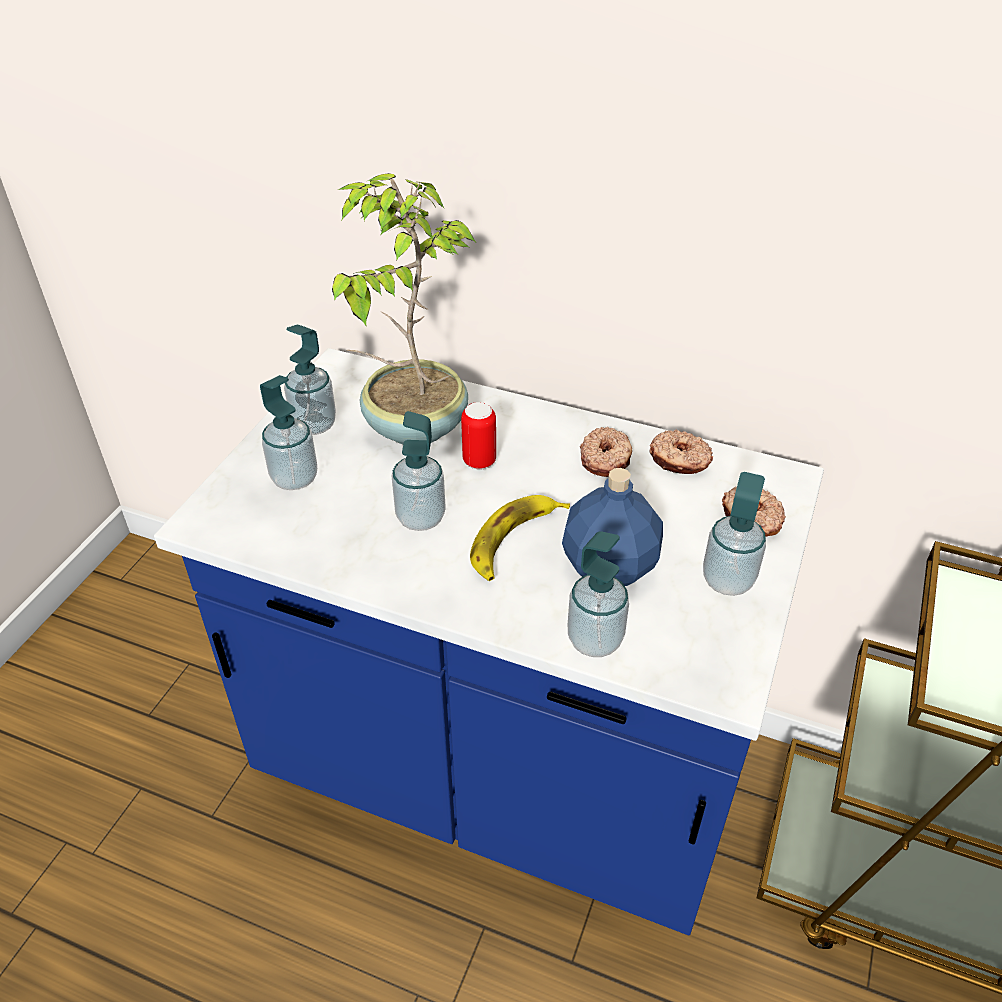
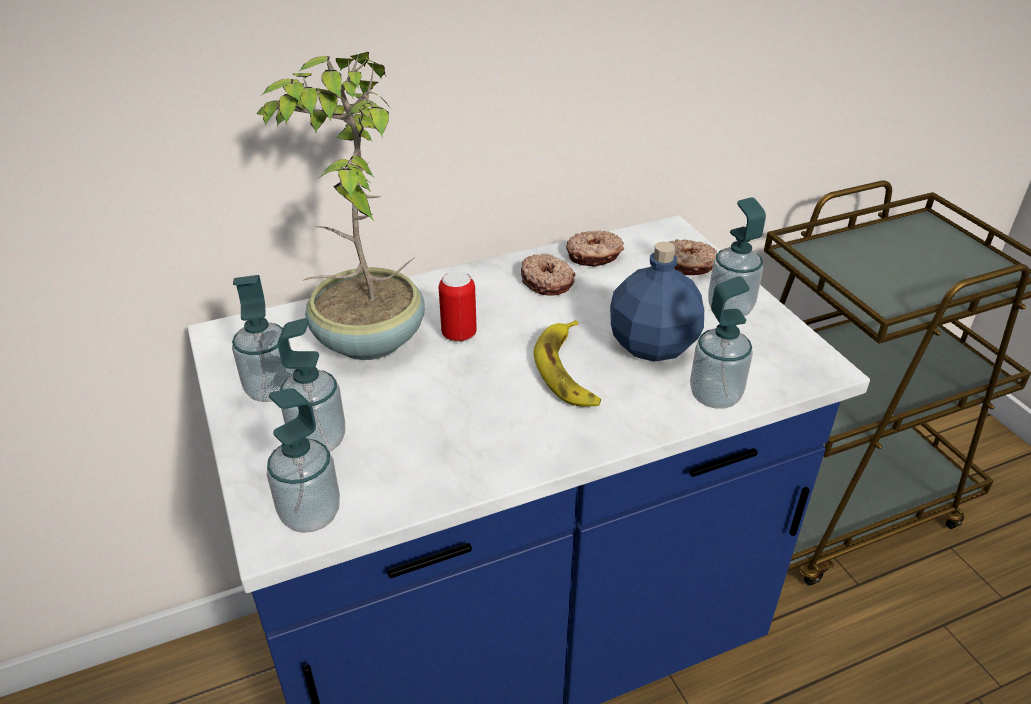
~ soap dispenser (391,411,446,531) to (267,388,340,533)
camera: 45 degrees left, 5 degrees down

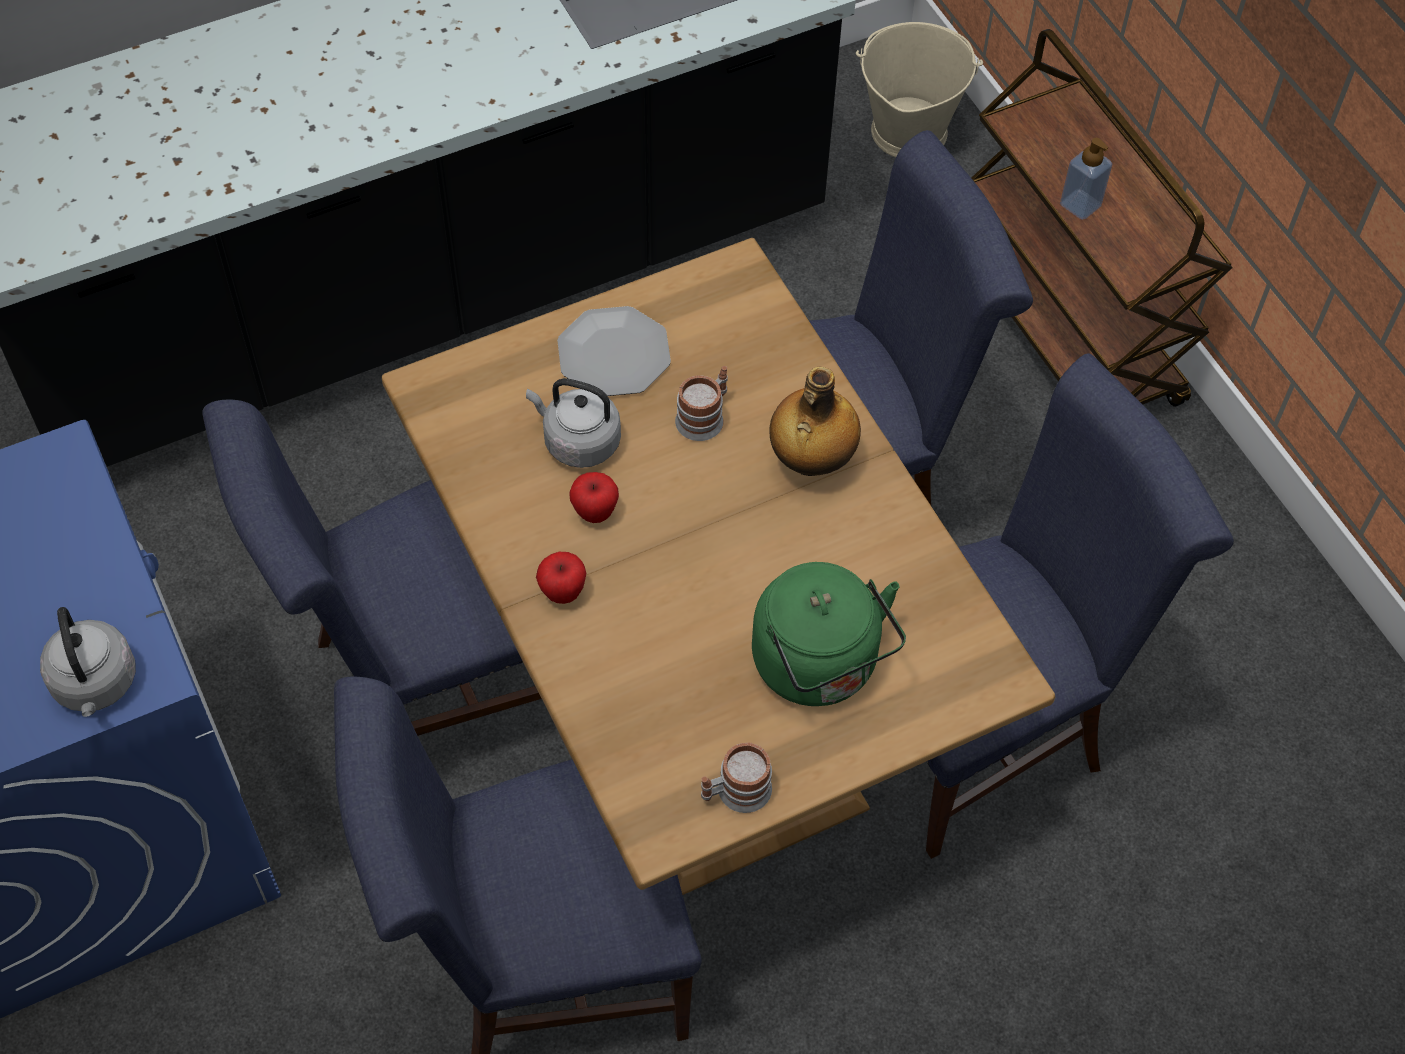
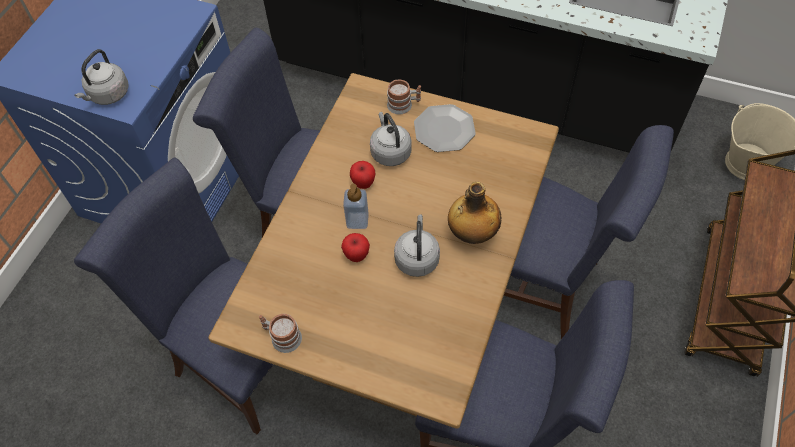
~ whole apple (536,552,587,604) to (341,233,370,262)
~ soap dispenser (1060,138,1112,220) to (343,184,369,229)
~ tea mug (675,366,728,441) to (387,80,421,114)
+ greyish tea kettle (394,215,440,277)
- greenish tea kettle (752,562,906,706)
camera: 50 degrees right, 0 degrees up

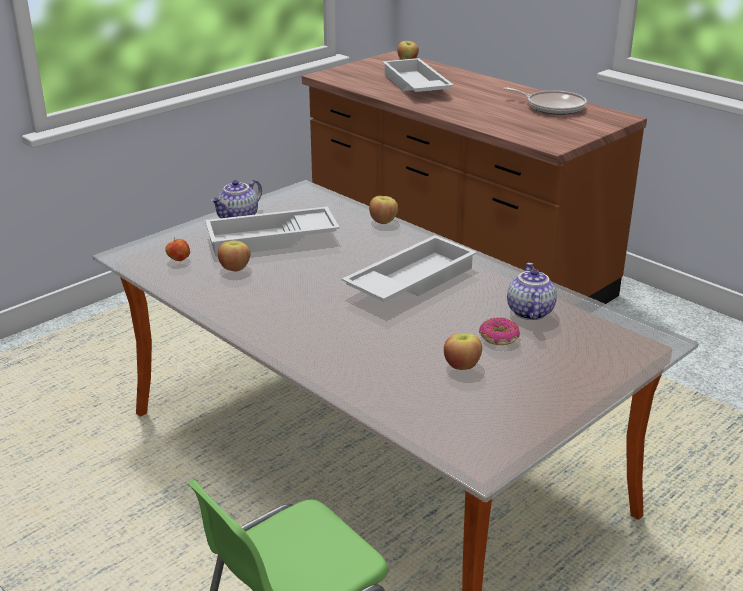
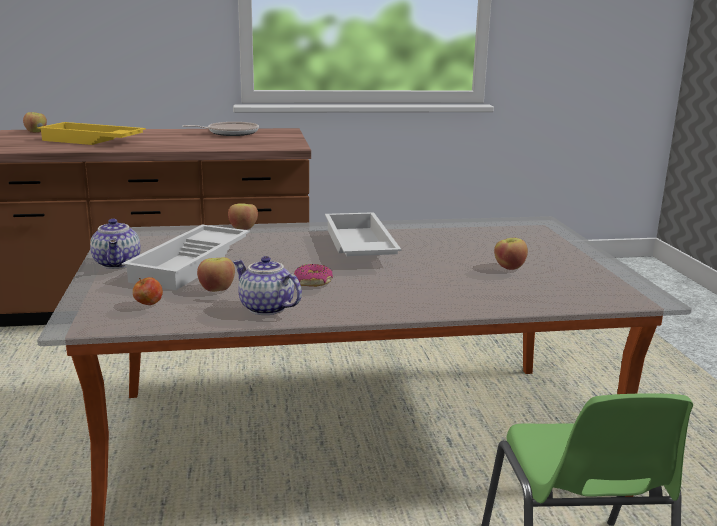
~ white-coloured tray (382,58,454,92) to yellow-coloured tray (37,122,146,145)
~ tea pot (507,263,557,320) to (233,256,302,315)
~ doughnut (479,318,520,345) to (294,264,333,287)
camera: 55 degrees left, 10 degrees down

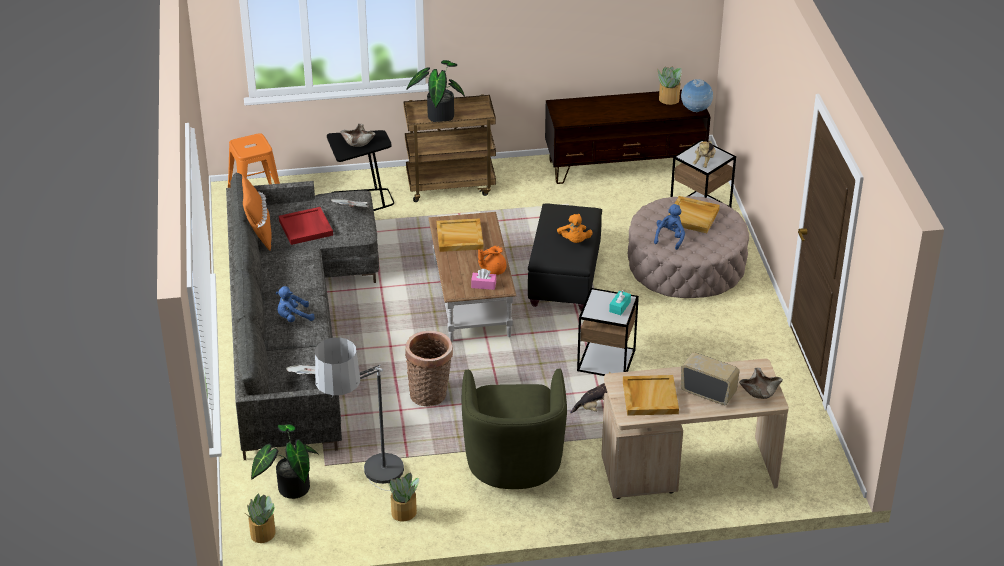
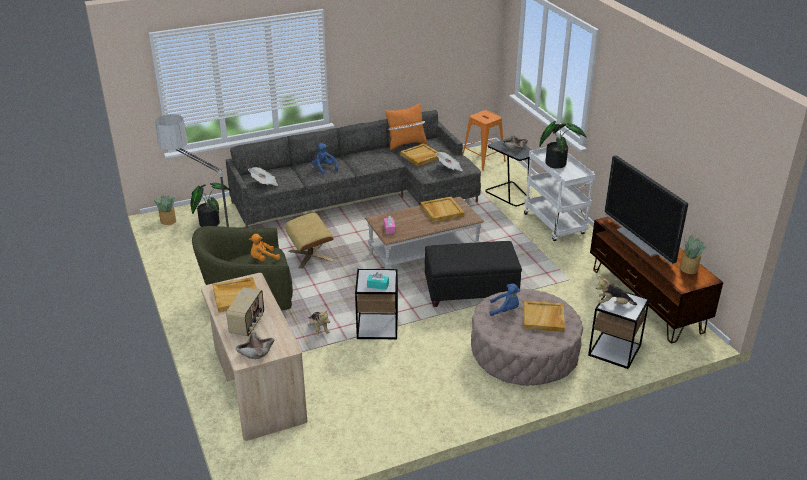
~ orange-coloured cuddly toy (557,214,593,243) to (249,234,280,261)
~ household basket (405,331,453,406) to beige ottoman (285,213,333,269)
~ reddish tray (279,207,333,245) to beige tray (400,143,439,167)
~ brownish cart (403,94,496,202) to white-coloured cart (524,147,596,241)
+ television (605,155,688,264)
- houseplant (389,473,420,522)
- orange-coloured tea pot (478,246,506,275)
- desk globe (681,79,713,112)
camera: 75 degrees right, 5 degrees down

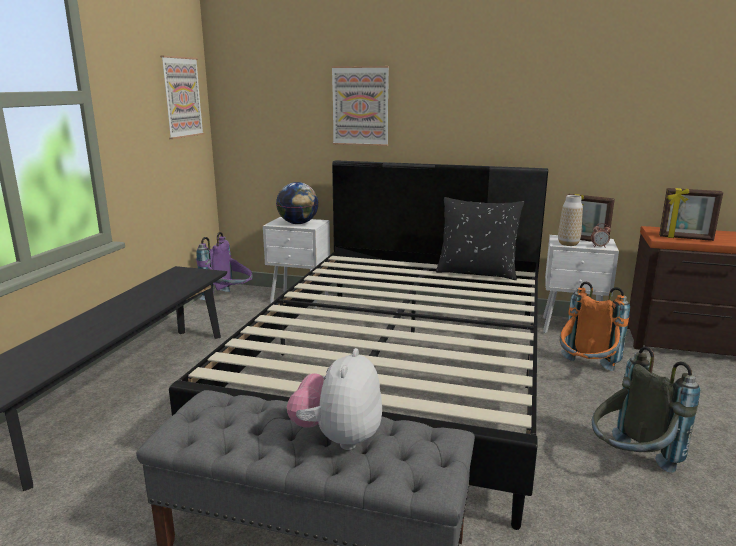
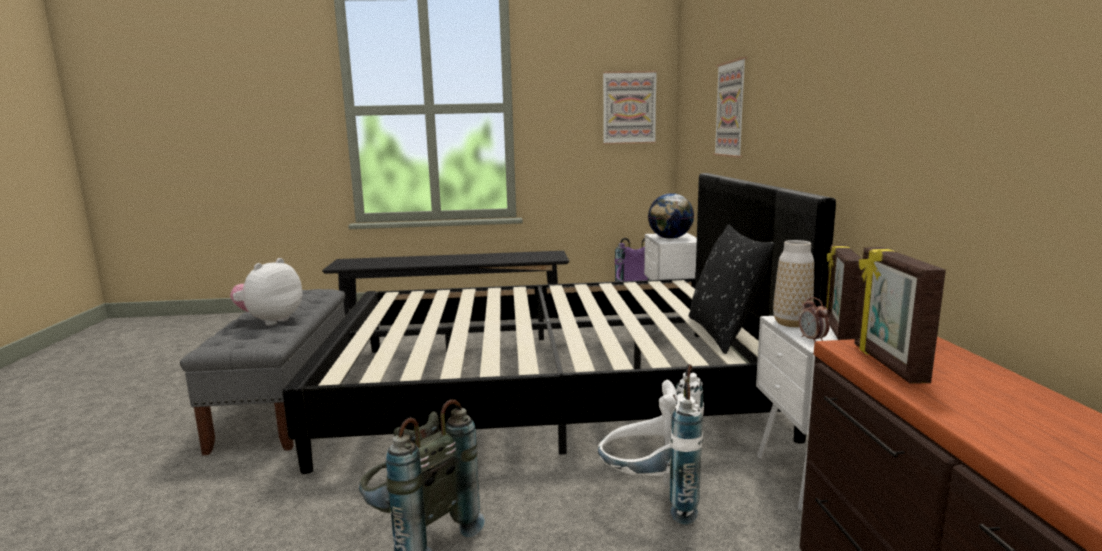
~ cuddly toy (287,348,382,450) = (230,258,302,326) 60 degrees counterclockwise
~ orange-coloured rucksack (560,281,630,371) to white-coloured rucksack (598,364,704,525)
camera: 70 degrees right, 5 degrees down

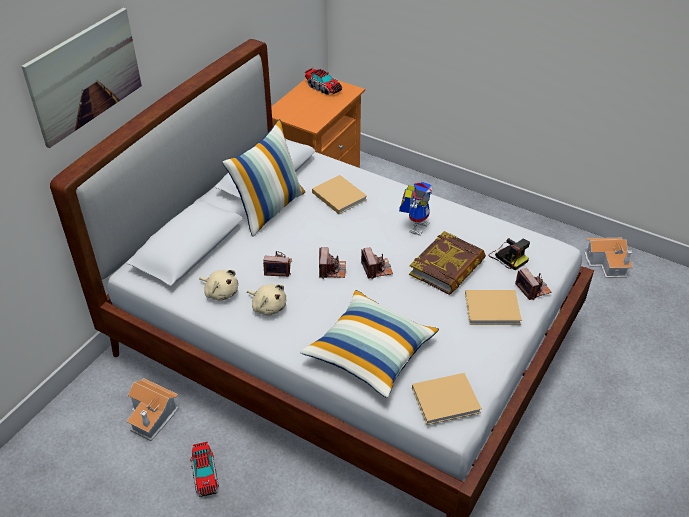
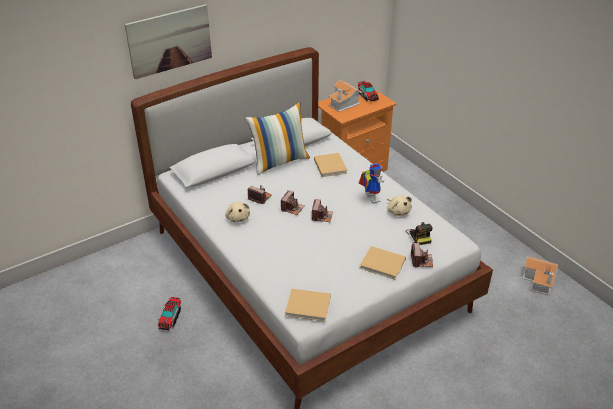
~ model house (126,378,179,441) to (329,80,362,112)
~ toy robot (399,182,432,236) = (359,163,384,204) 75 degrees counterclockwise
~ beige cuddly toy (199,269,238,301) to (387,195,412,216)
- throw pillow (300,290,439,398)
- bound book (409,231,486,295)
camera: 25 degrees right, 5 degrees down

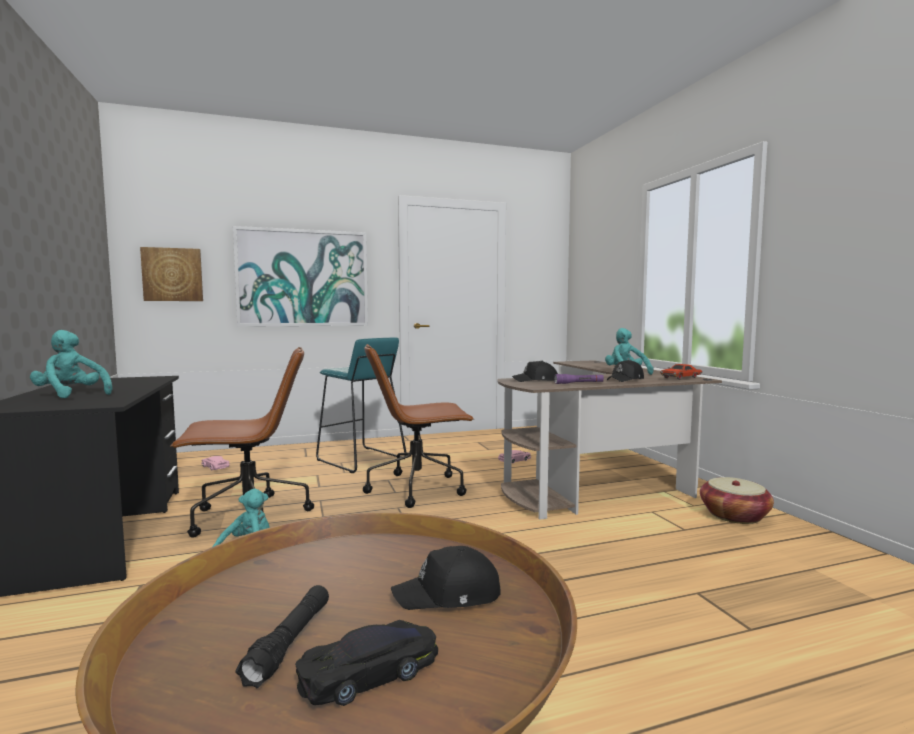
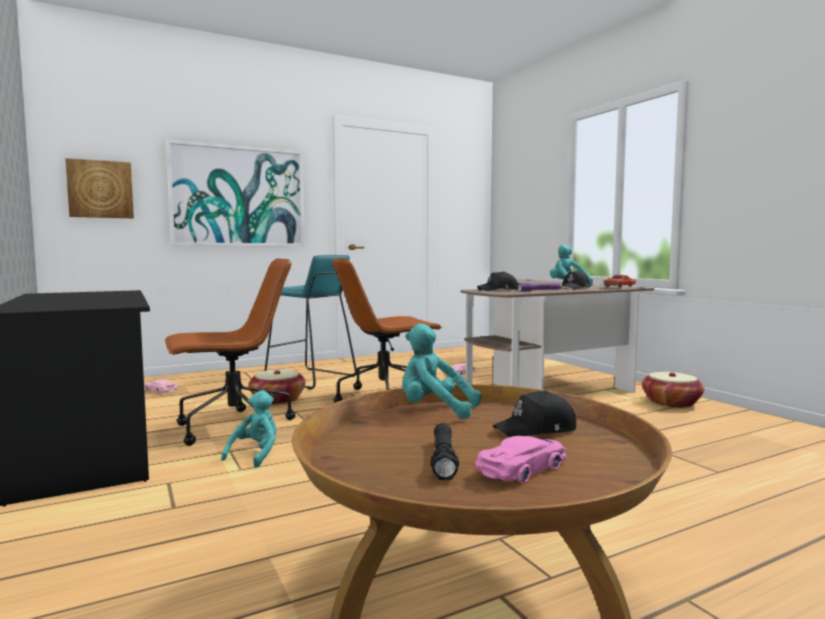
+ household basket (248,369,305,405)
~ turquoise cuddly toy (30,330,112,398) to (402,324,481,419)
~ blackish toy car (295,620,438,706) to pink-coloured toy car (475,436,566,483)
camera: 10 degrees left, 0 degrees up

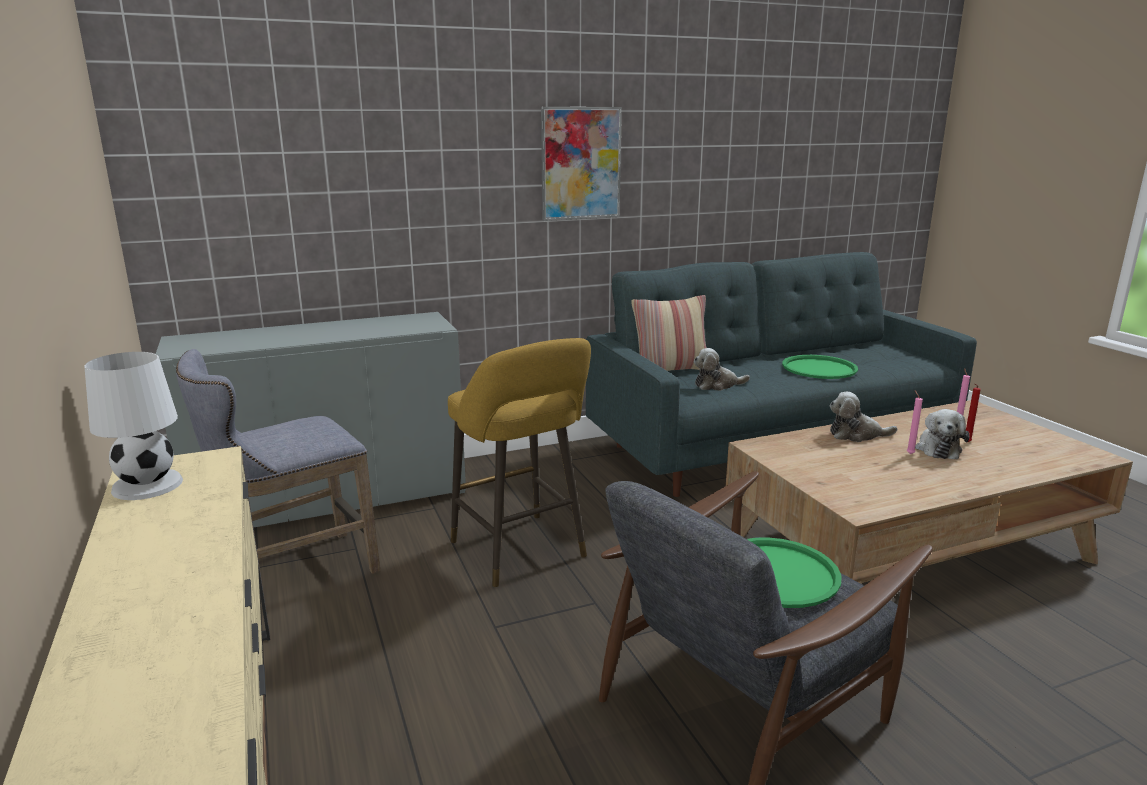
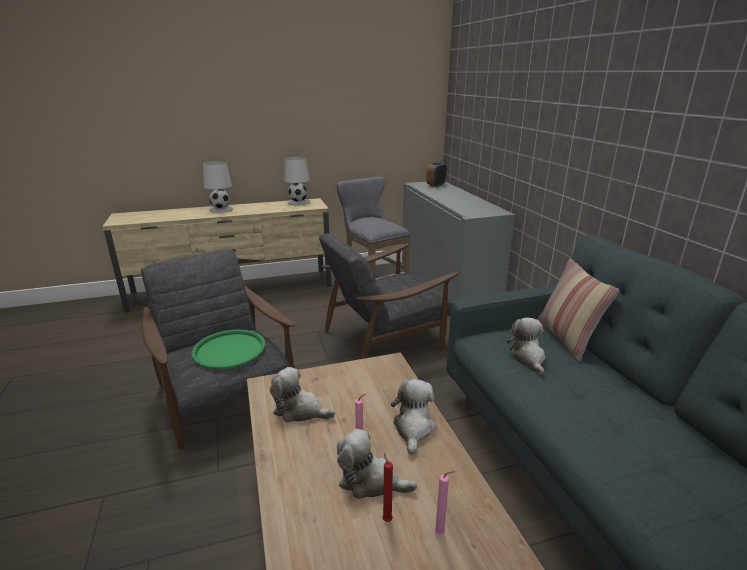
+ white-coloured lamp for a table (203,161,233,213)
+ cuddly toy (270,367,335,422)
~ yellow-coloured stool (448,338,591,587) to greyish lounge chair (319,234,460,359)
+ table clock (426,162,447,187)
- picture (541,107,622,221)
- greenish tray (782,355,858,379)
camera: 95 degrees right, 5 degrees up

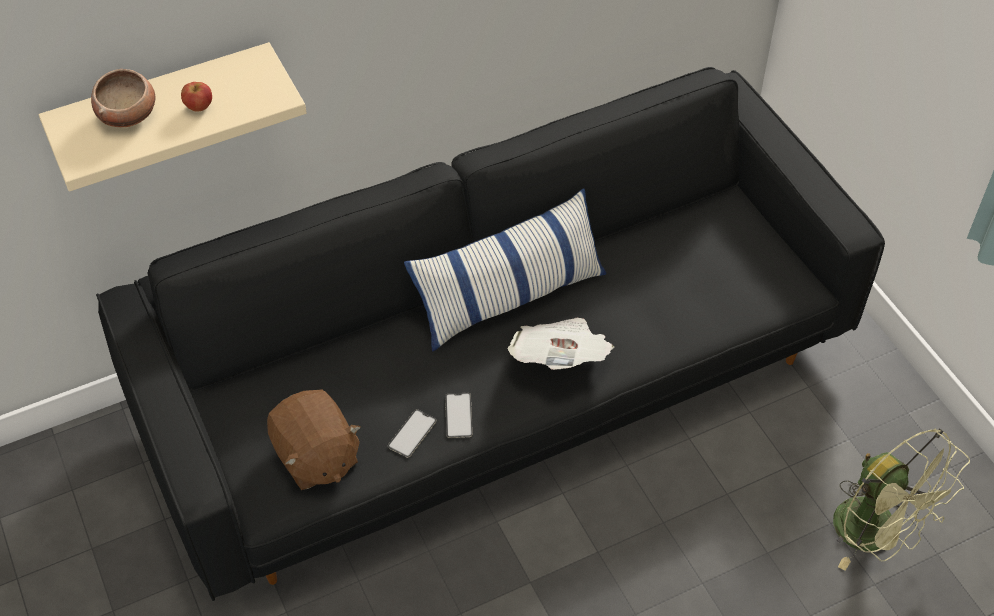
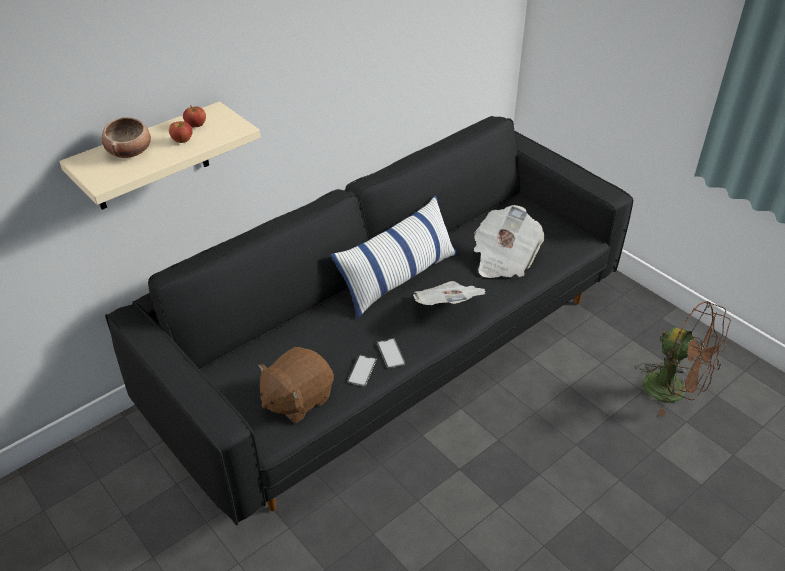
+ whole apple (183,105,206,127)
~ brownish cuddly toy (267,389,361,490) = (258,347,334,423) 90 degrees clockwise
+ printed paper (474,205,544,278)
~ greenish fan (833,429,970,571) to brownish fan (638,301,731,417)
camera: 15 degrees left, 10 degrees down

